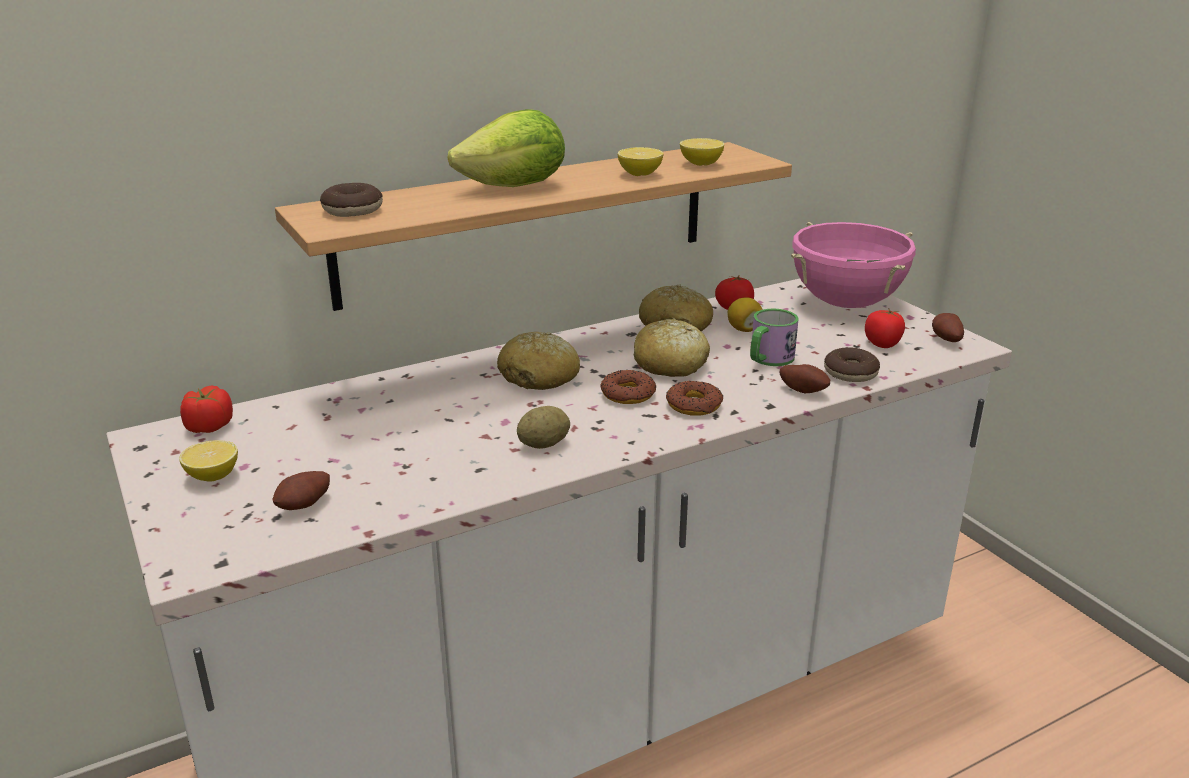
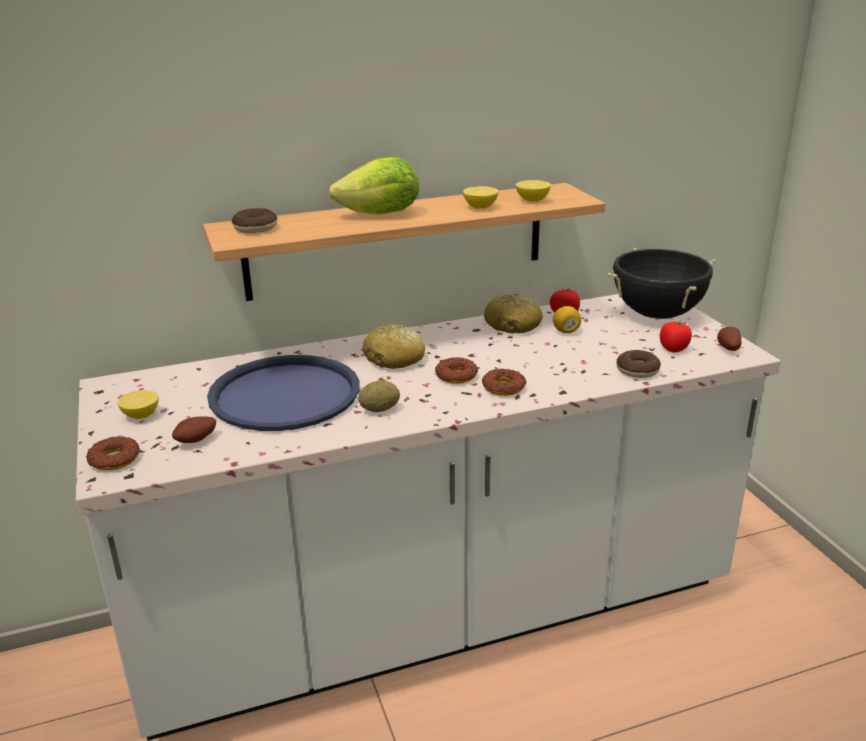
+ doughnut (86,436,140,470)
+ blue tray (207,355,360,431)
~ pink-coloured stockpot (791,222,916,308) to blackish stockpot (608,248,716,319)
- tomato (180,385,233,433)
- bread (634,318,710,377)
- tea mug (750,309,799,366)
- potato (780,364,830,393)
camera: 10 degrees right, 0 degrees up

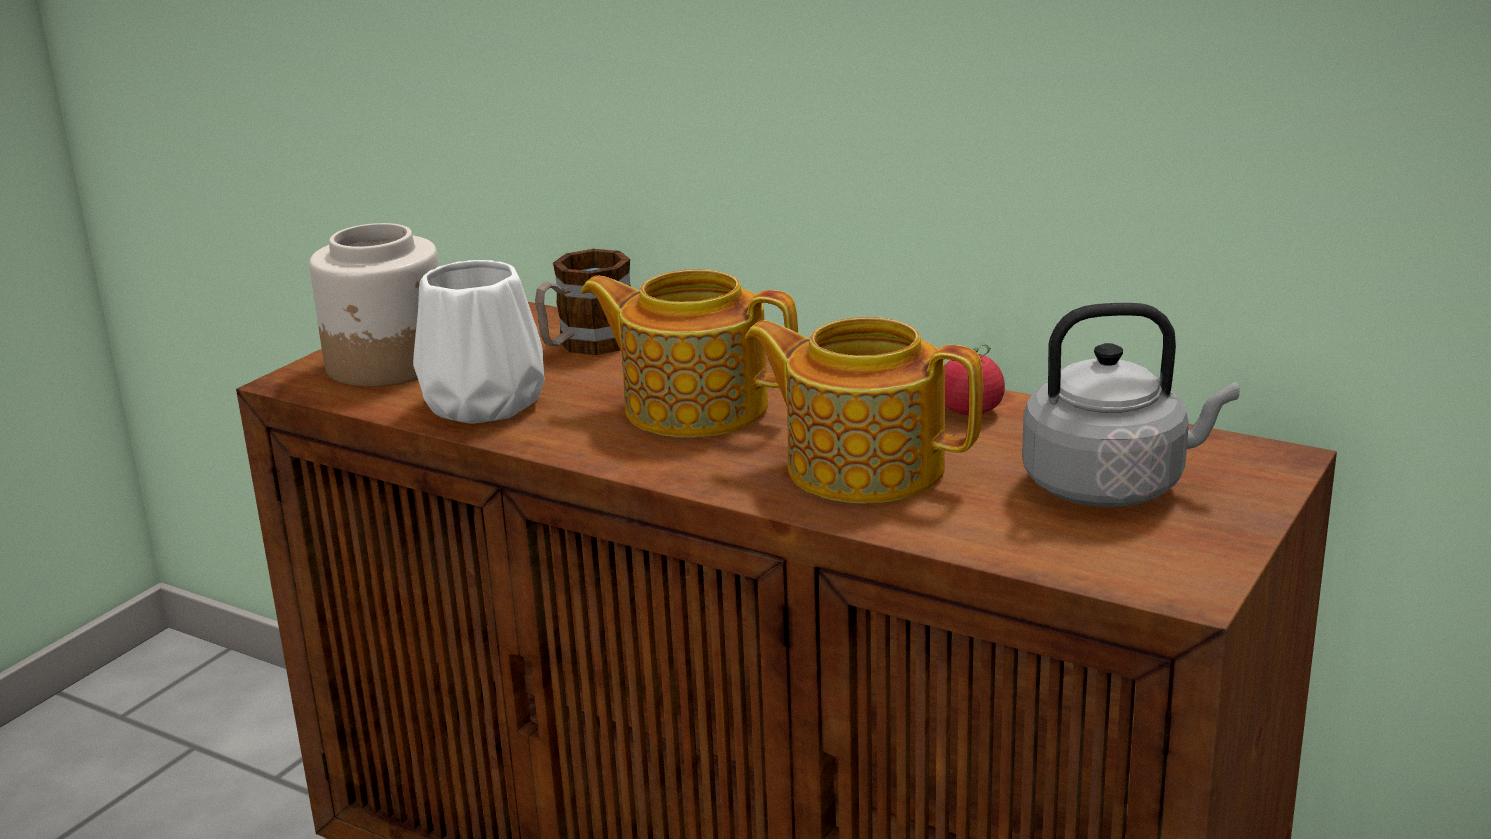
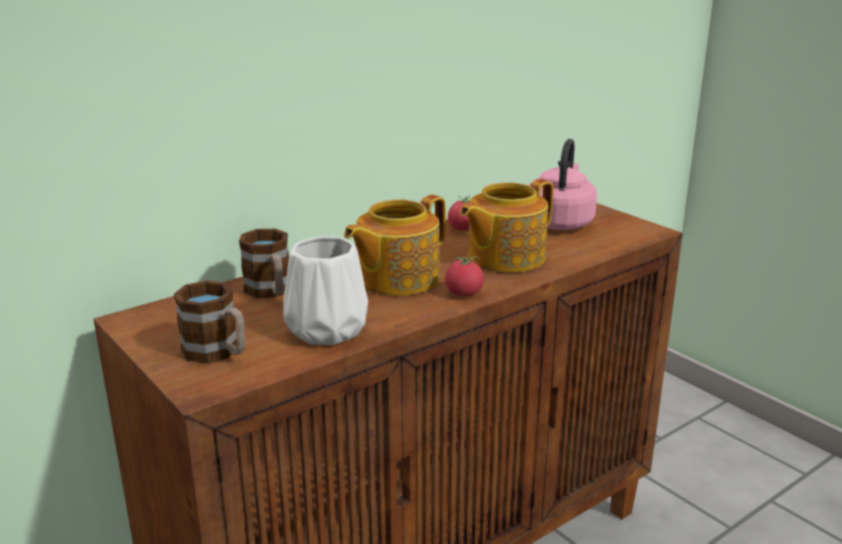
~ storage jar (309,223,439,387) to tea mug (174,280,245,363)
+ tomato (445,256,484,296)
~ greyish tea kettle (1022,303,1240,507) to pink-coloured tea kettle (529,139,597,230)
camera: 70 degrees left, 0 degrees up

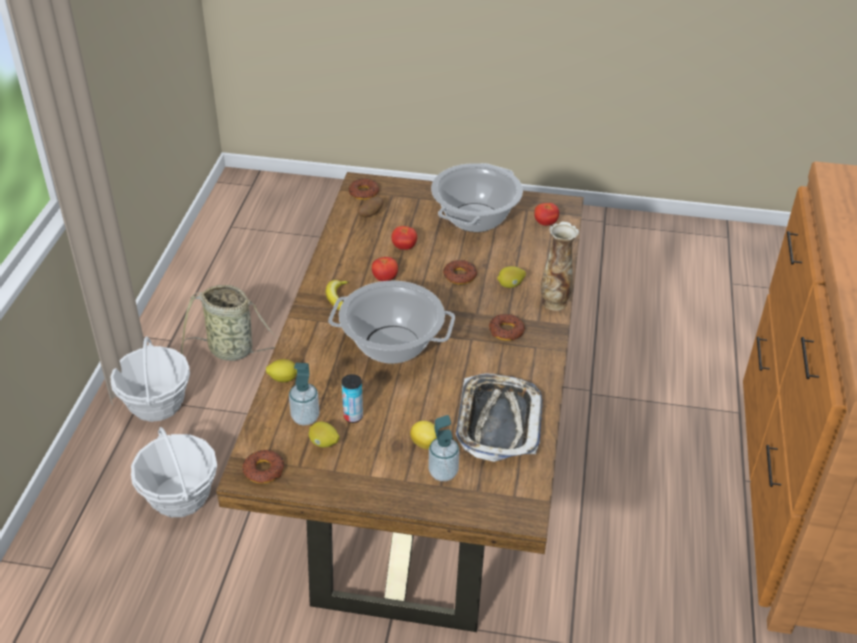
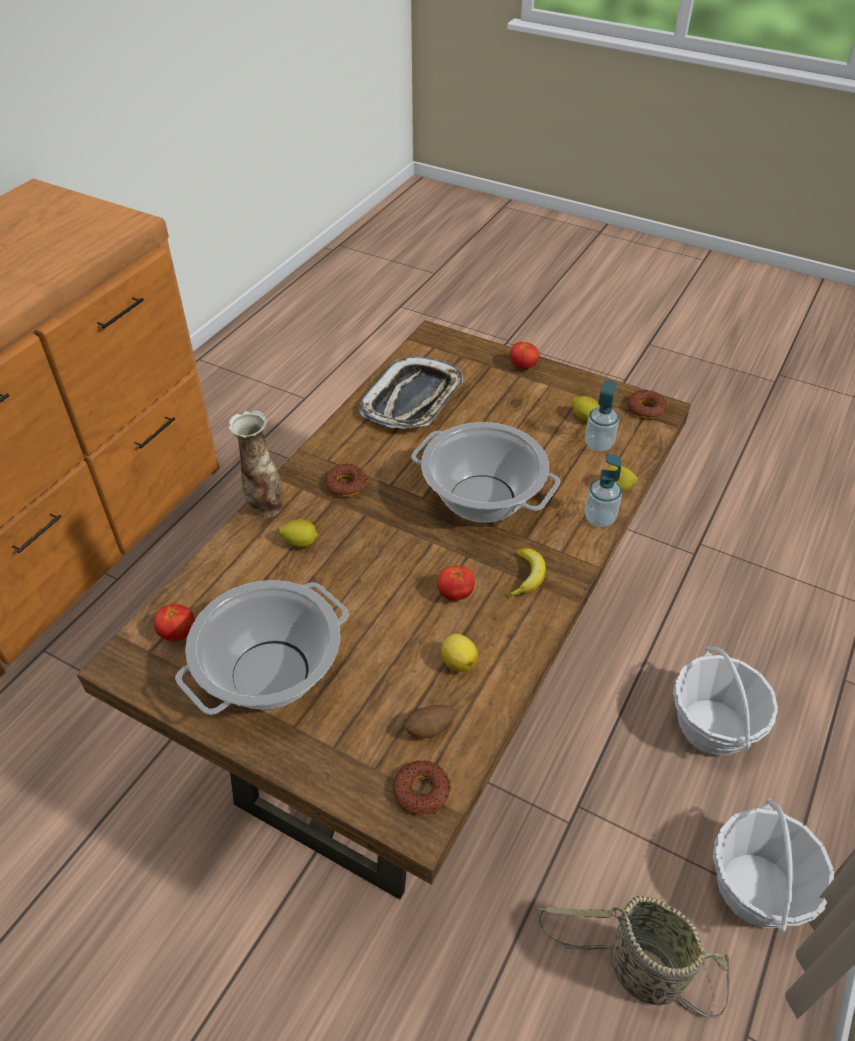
~ citrus fruit (410,421,437,449) to (441,634,478,672)
~ tomato (392,226,417,250) to (509,342,539,369)
~ soap dispenser (428,415,459,481) to (585,453,622,527)
- metal can (342,374,363,423)
- doughnut (443,260,477,285)
camera: 160 degrees left, 5 degrees up

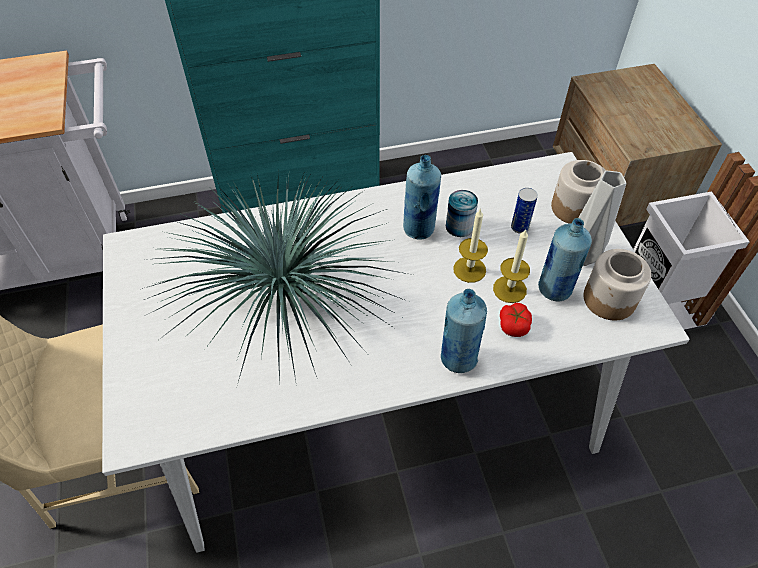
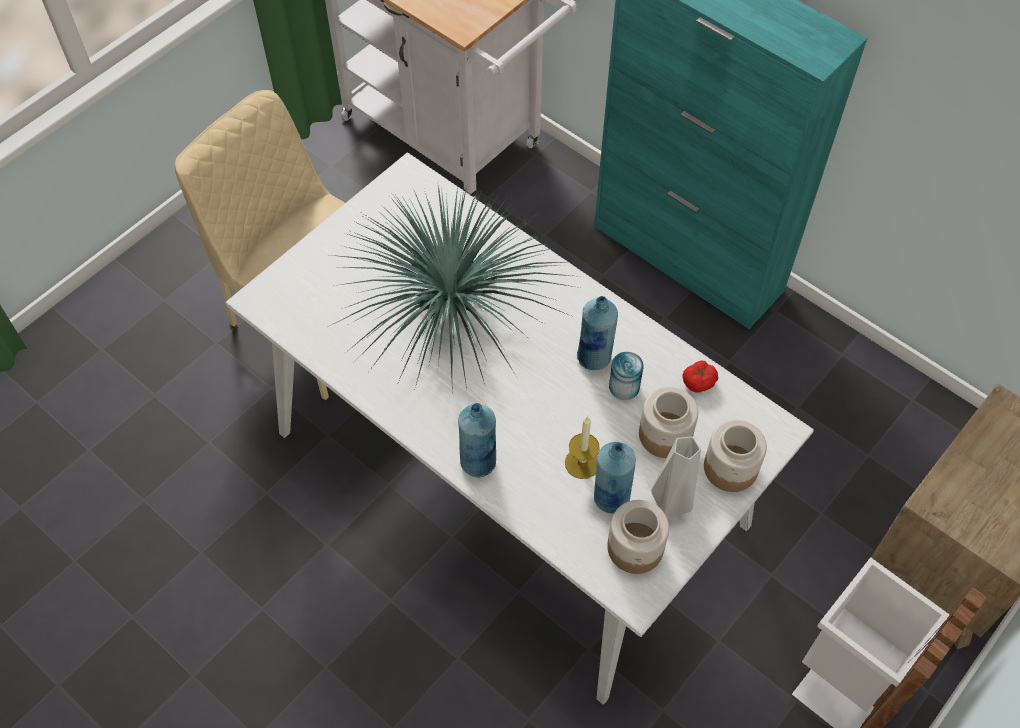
~ metal can (511,188,538,234) to storage jar (639,387,698,458)
~ tomato (500,303,532,337) to (682,361,718,393)
- wax light (453,208,488,283)
camera: 55 degrees right, 5 degrees up

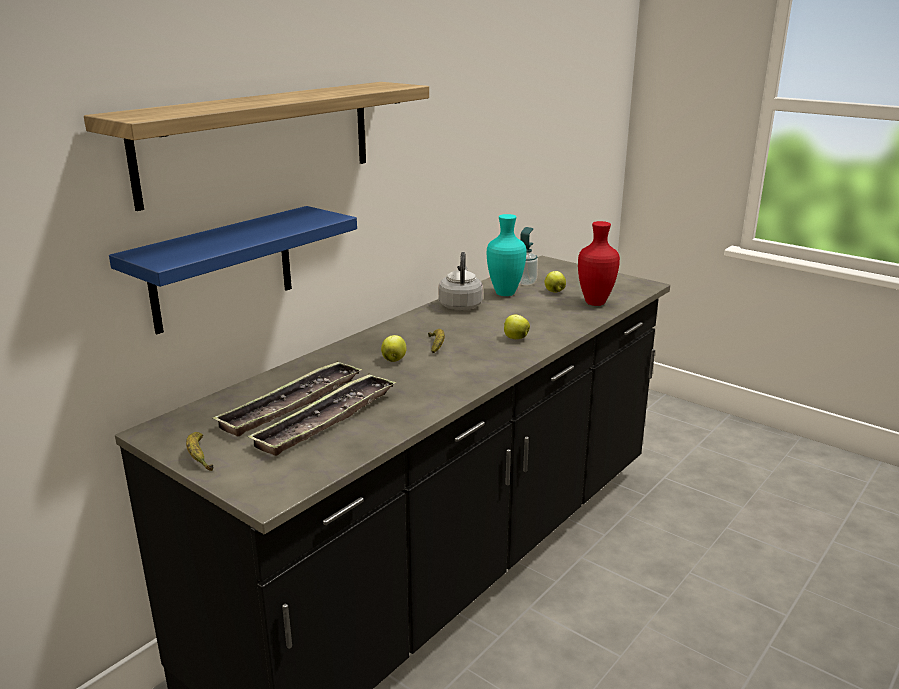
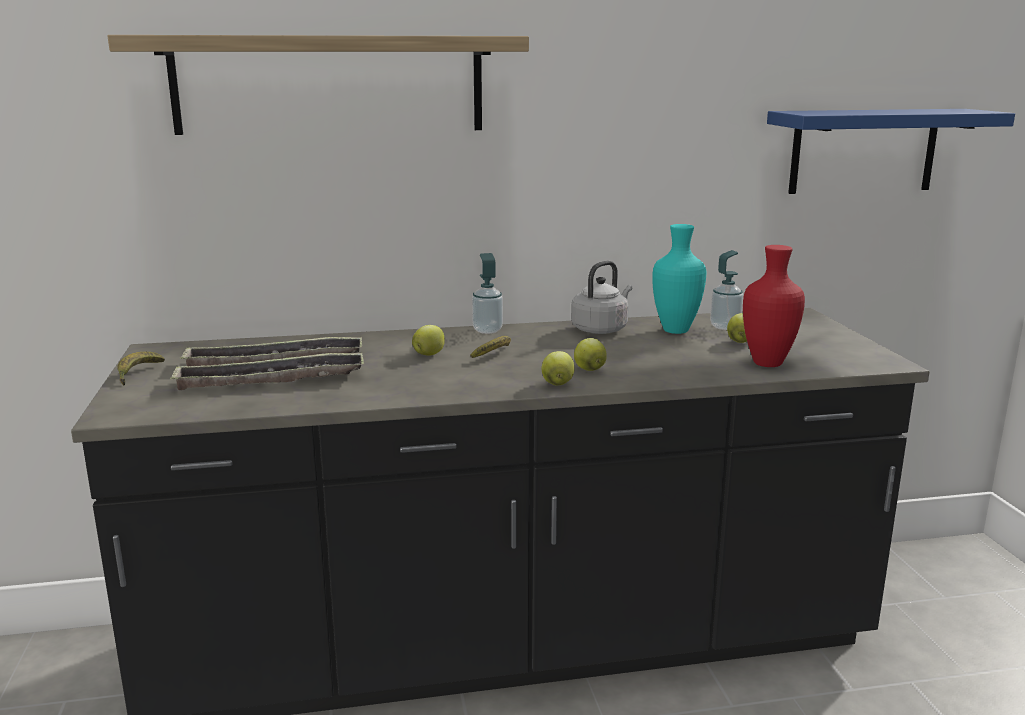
+ soap dispenser (472,253,503,334)
+ whole apple (542,351,575,385)
~ blue bracket shelf (109,206,357,334) to (767,109,1015,194)
camera: 40 degrees right, 5 degrees down

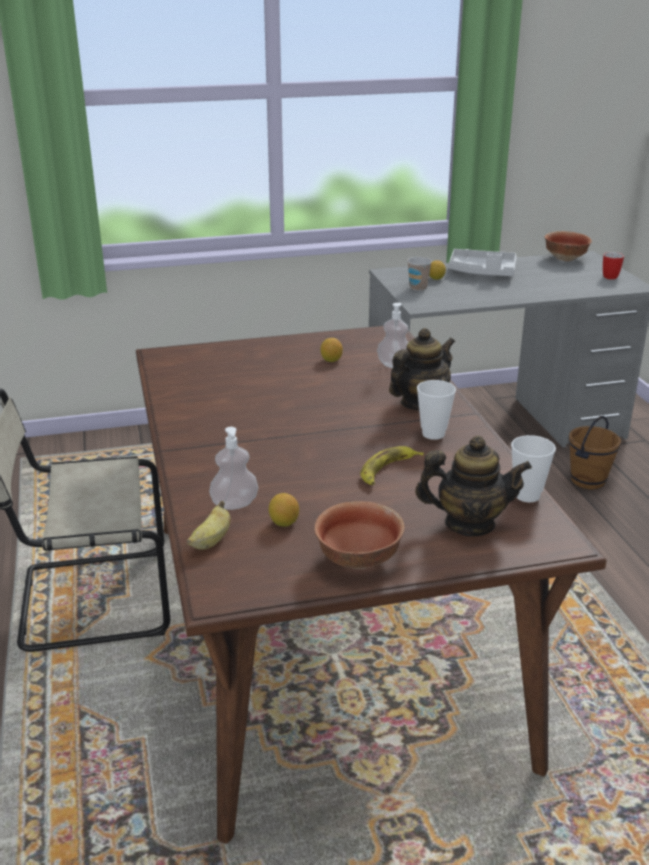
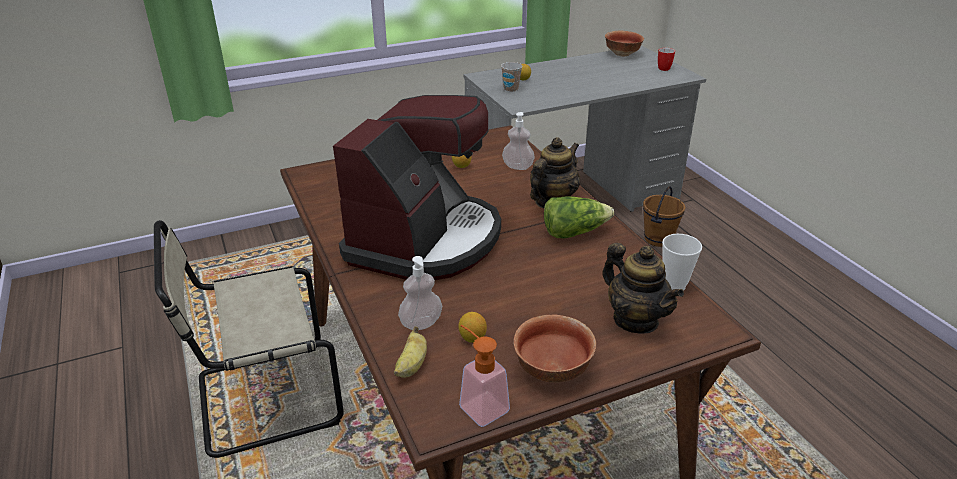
+ coffee maker (333,95,501,280)
+ soap dispenser (459,325,510,427)
~ drinking cup (417,380,456,440) to head of lettuce (544,196,614,238)
~ tea pot (415,435,532,536) = (602,243,684,334) 60 degrees clockwise
- whole banana (360,446,424,485)
- greyish tray (449,249,517,276)
camera: 10 degrees left, 5 degrees up

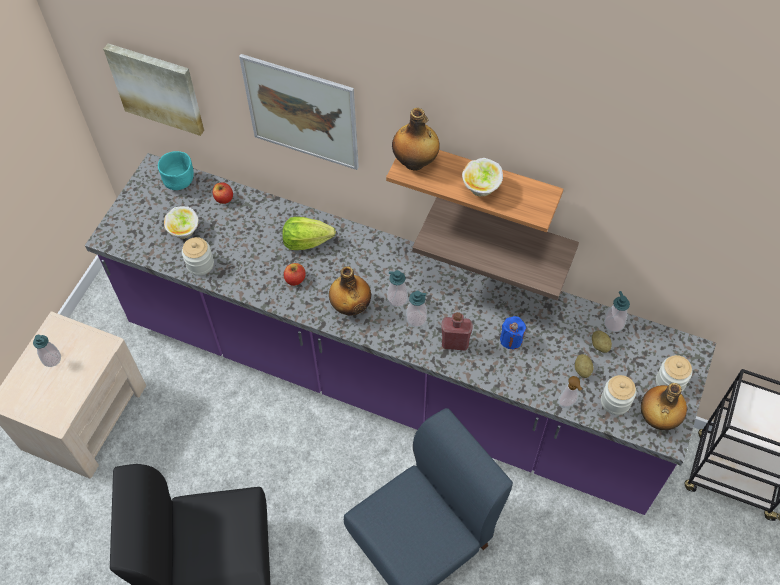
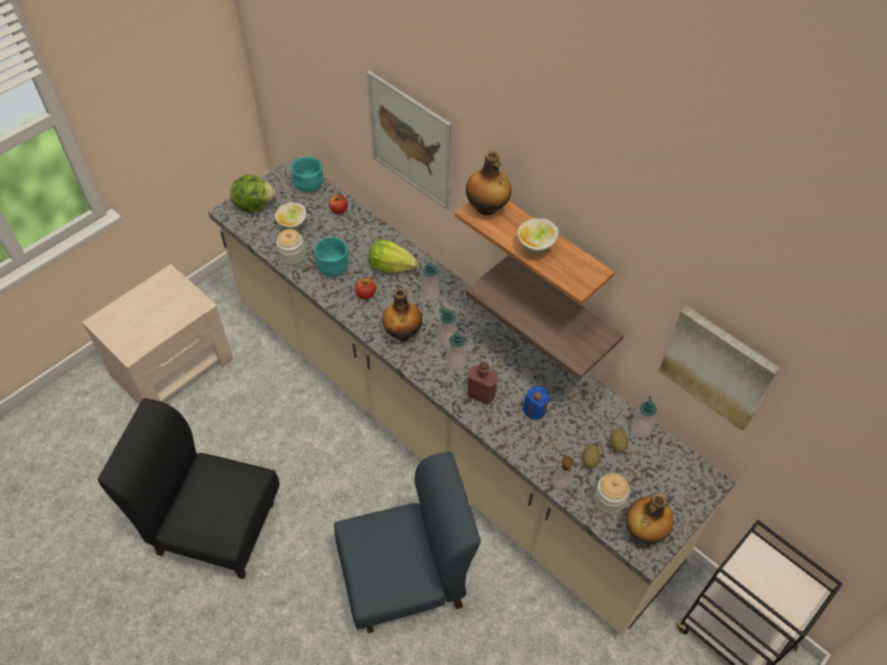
~ purple-coloured kitchen base unit (85,153,716,515) to beige kitchen base unit (208,156,736,635)
+ head of lettuce (230,174,276,212)
+ turquoise bowl (314,237,349,276)
~ soap dispenser (33,335,61,367) to (421,263,440,301)
~ picture (103,44,204,136) to (659,306,780,431)
- storage jar (656,355,692,391)
camera: 20 degrees right, 5 degrees down

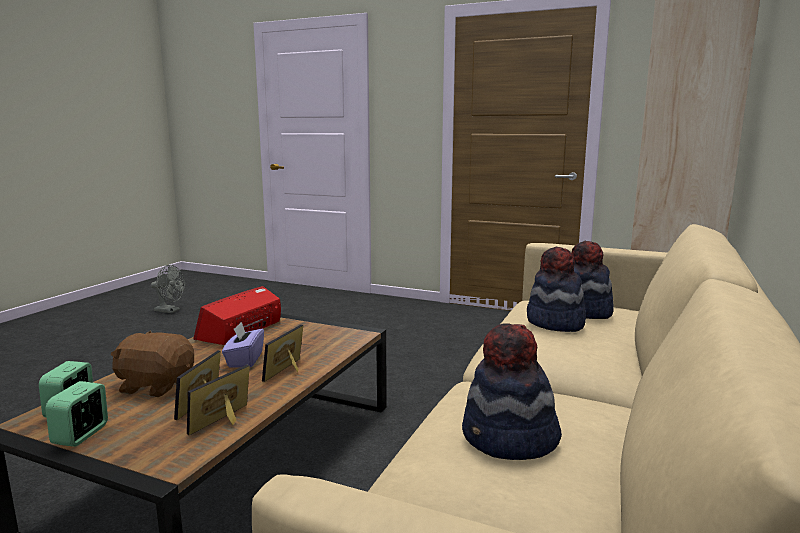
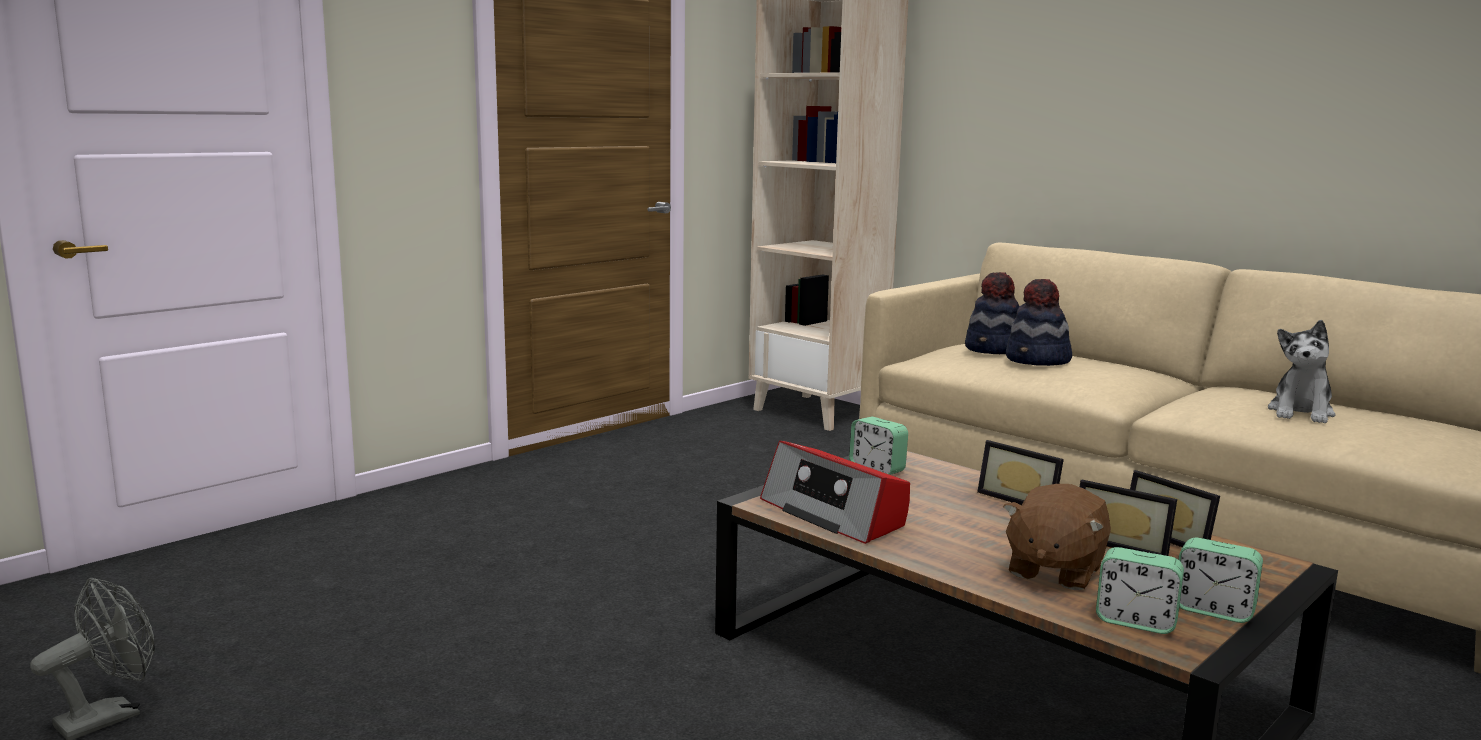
+ table clock (849,417,908,475)
~ hat (462,323,562,460) to cuddly toy (1268,320,1336,423)
- purple-coloured box of tissues (222,322,264,368)
camera: 70 degrees left, 0 degrees up

